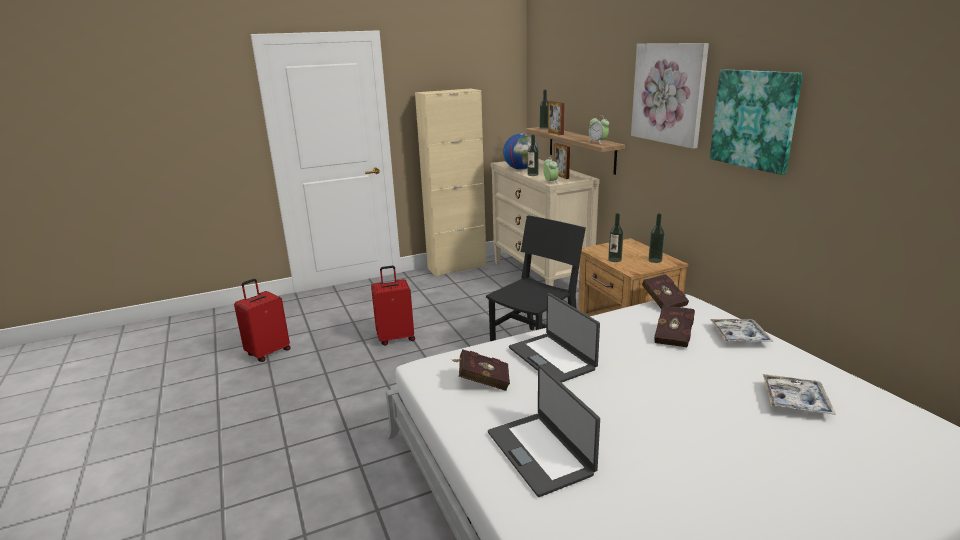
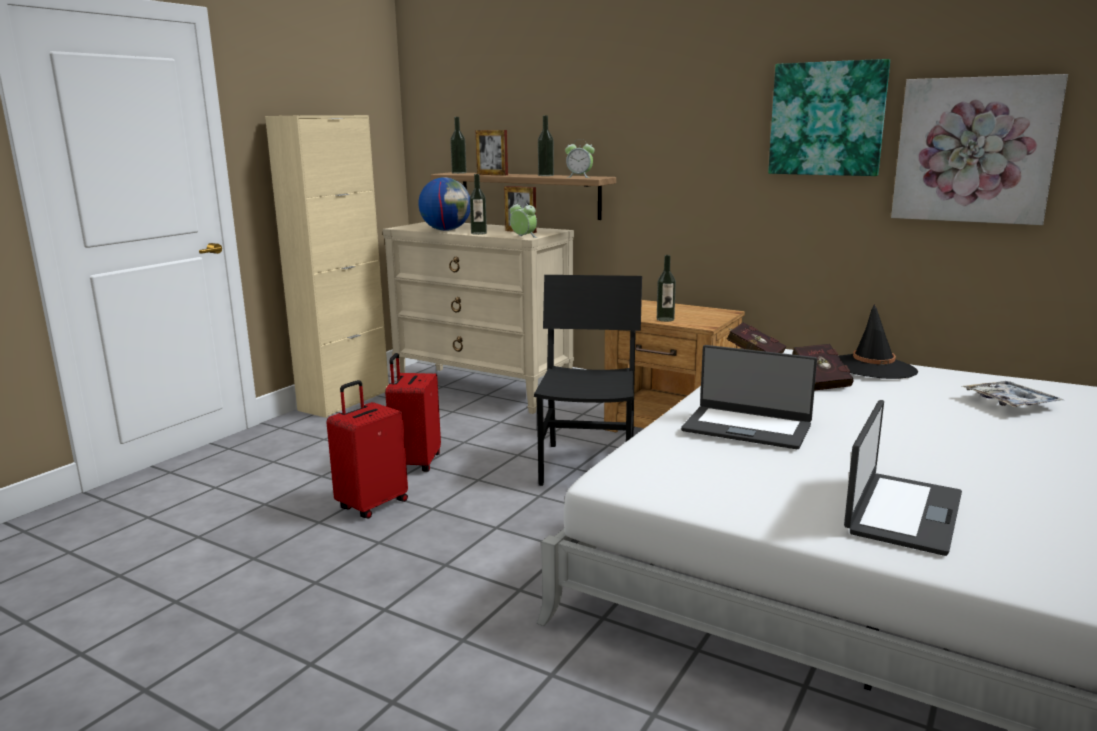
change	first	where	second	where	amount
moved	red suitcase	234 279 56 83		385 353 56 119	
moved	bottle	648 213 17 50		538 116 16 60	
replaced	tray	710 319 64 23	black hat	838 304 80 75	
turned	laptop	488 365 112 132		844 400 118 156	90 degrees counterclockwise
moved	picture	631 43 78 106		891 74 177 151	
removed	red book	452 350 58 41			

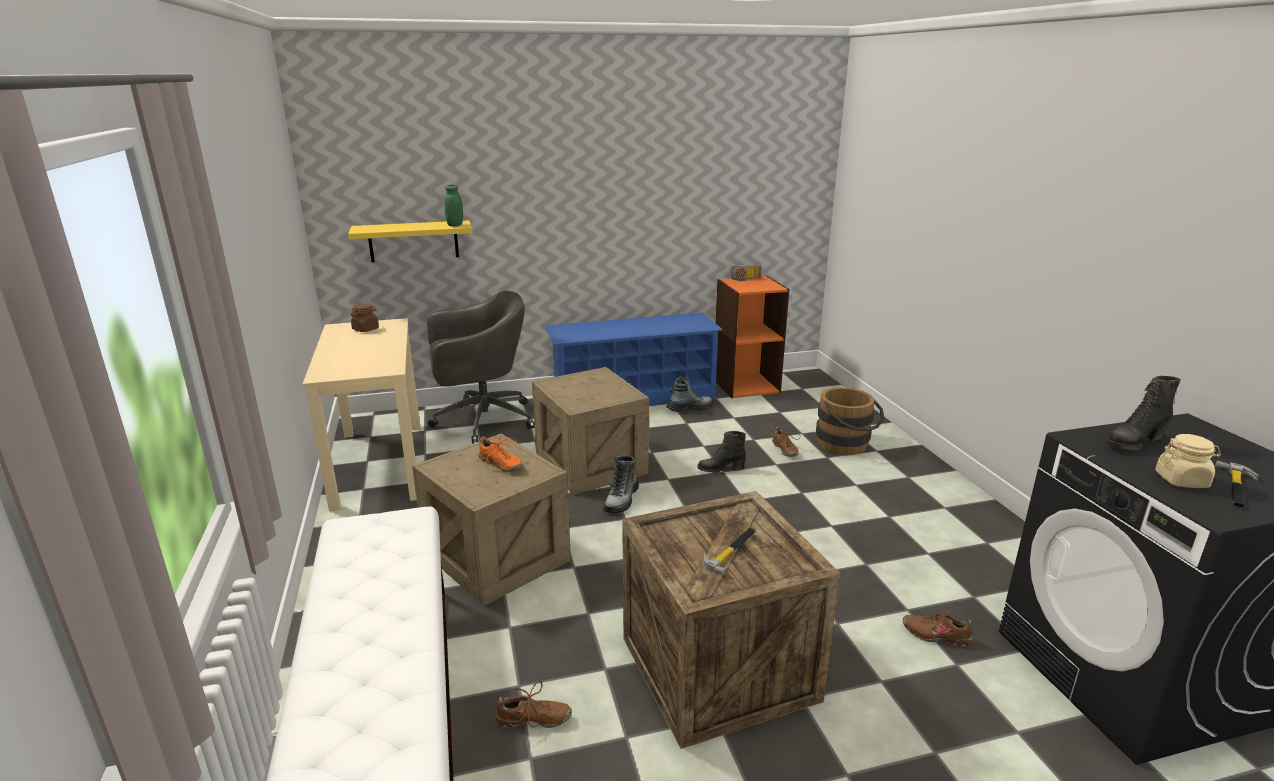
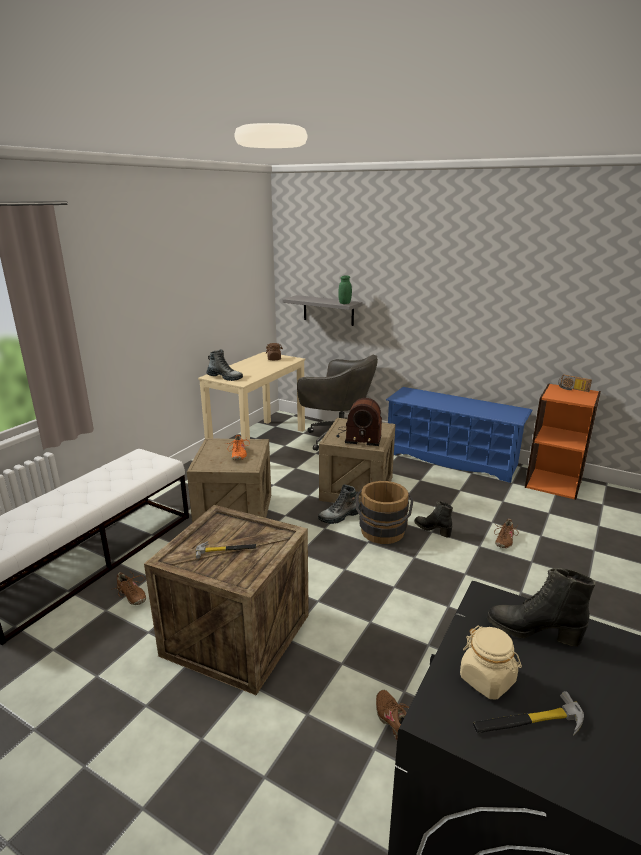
change	first	where	second	where	amount
moved	boot	666 376 47 36		206 349 37 32	
recoloured	yellow shelf	348 220 124 42	grey shelf	283 295 80 31	
added			radio	336 398 46 48	
moved	brown bucket	816 387 68 68		356 481 58 63	

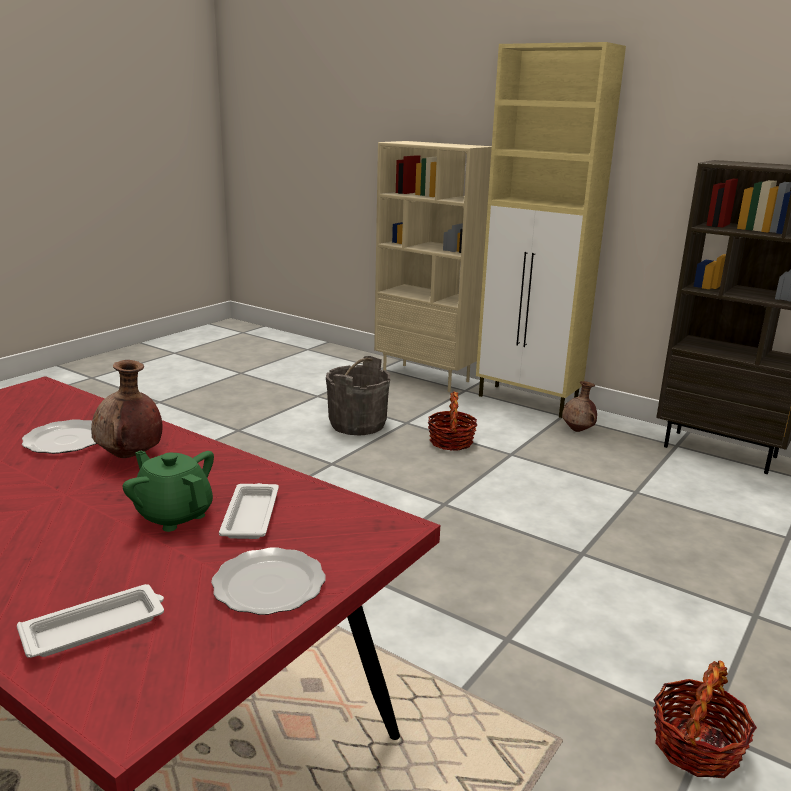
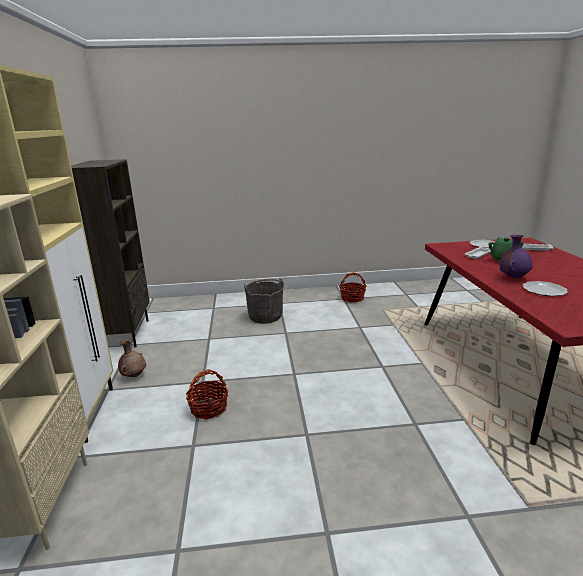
change	first	where	second	where	amount
moved	grey bucket	326 356 64 79		243 279 41 45	
recoloured	brown vase	91 360 71 98	purple vase	499 235 34 44	

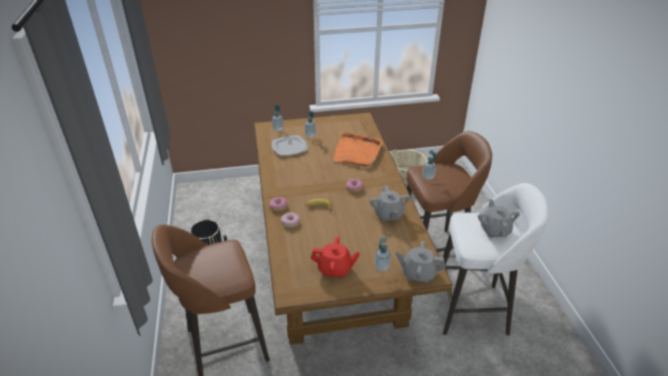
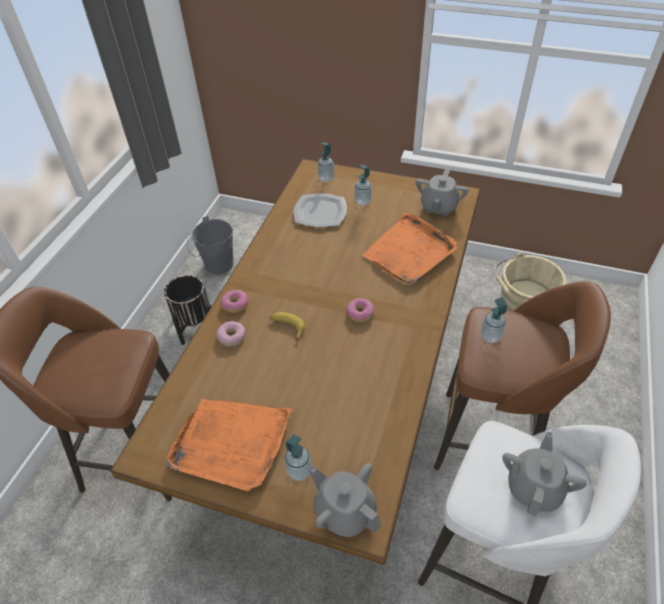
change	first	where	second	where	amount
replaced	red teapot	311 236 49 42	orange tray	166 399 126 92	
added			grey bucket	187 216 47 58	
moved	grey teapot	370 186 40 36		416 169 53 47	

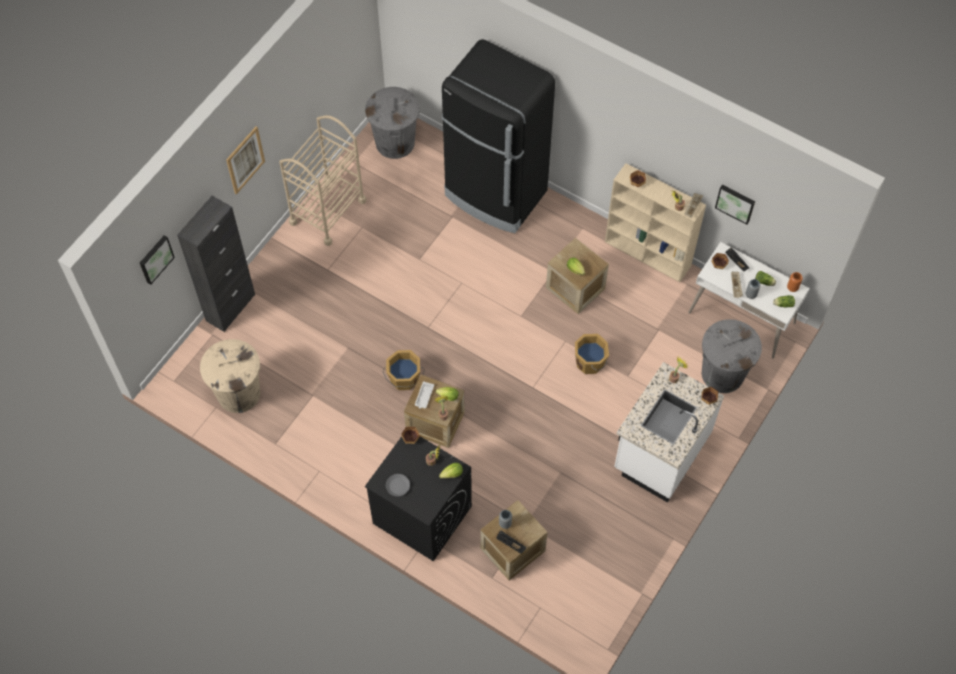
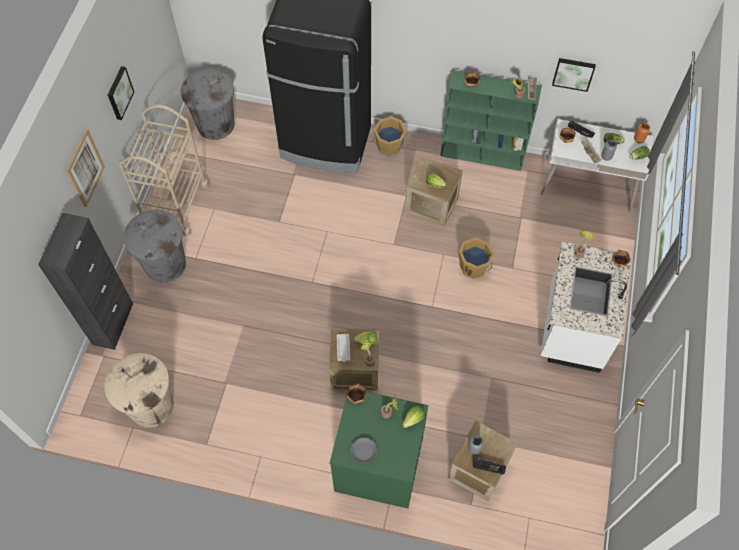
change	first	where	second	where	amount
moved	picture	140 236 35 49		108 66 26 54	
moved	grey trash can	702 319 60 74		123 210 63 73	
recoloured	black washing machine	365 436 107 125	green washing machine	329 389 99 120	
moved	orange bucket	383 350 42 40		373 116 35 40	
recoloured	beige bookcase	605 163 101 119	green bookcase	440 70 102 101	

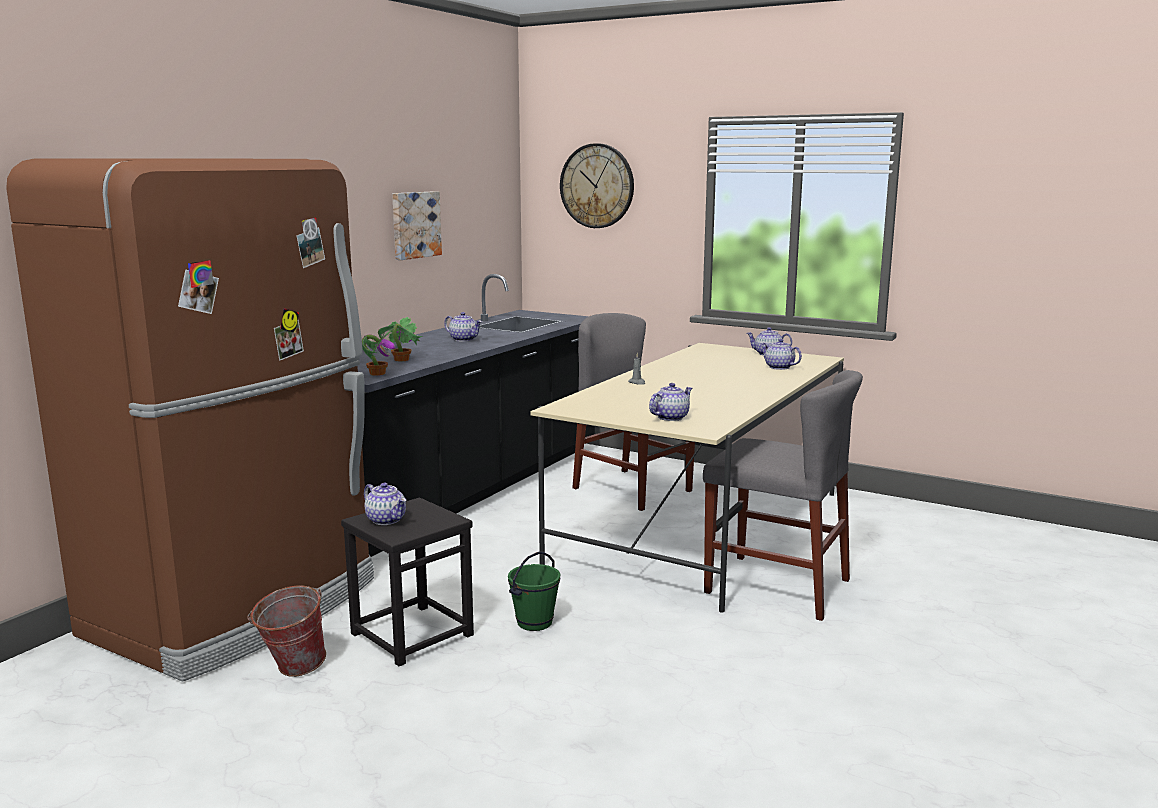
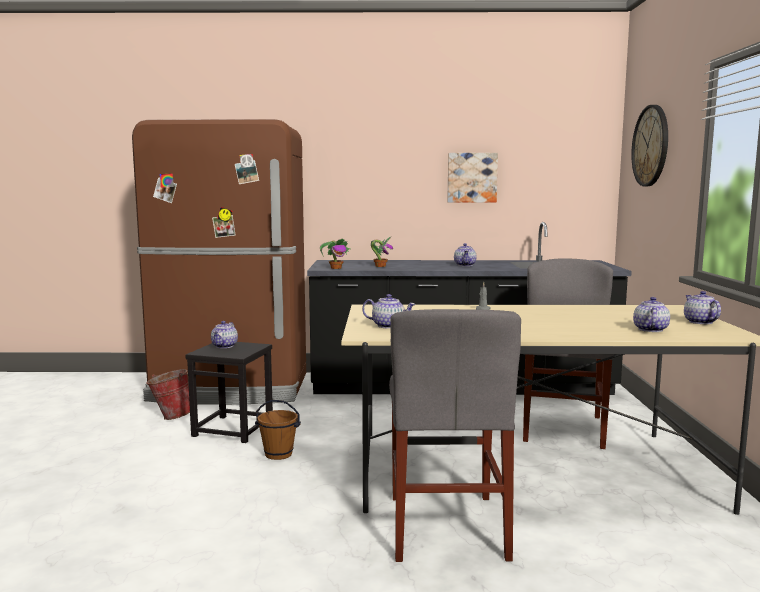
change	first	where	second	where	amount
recoloured	green bucket	508 552 52 79	brown bucket	255 400 46 60	

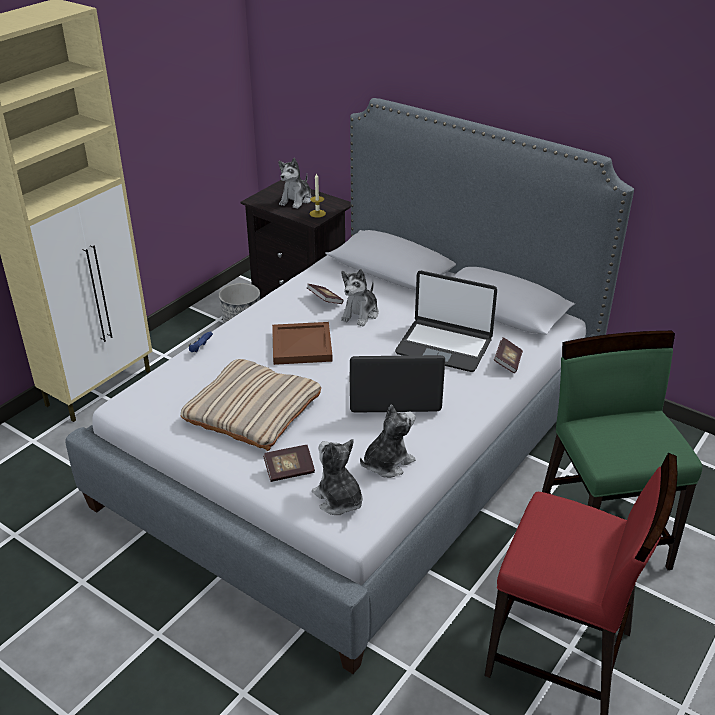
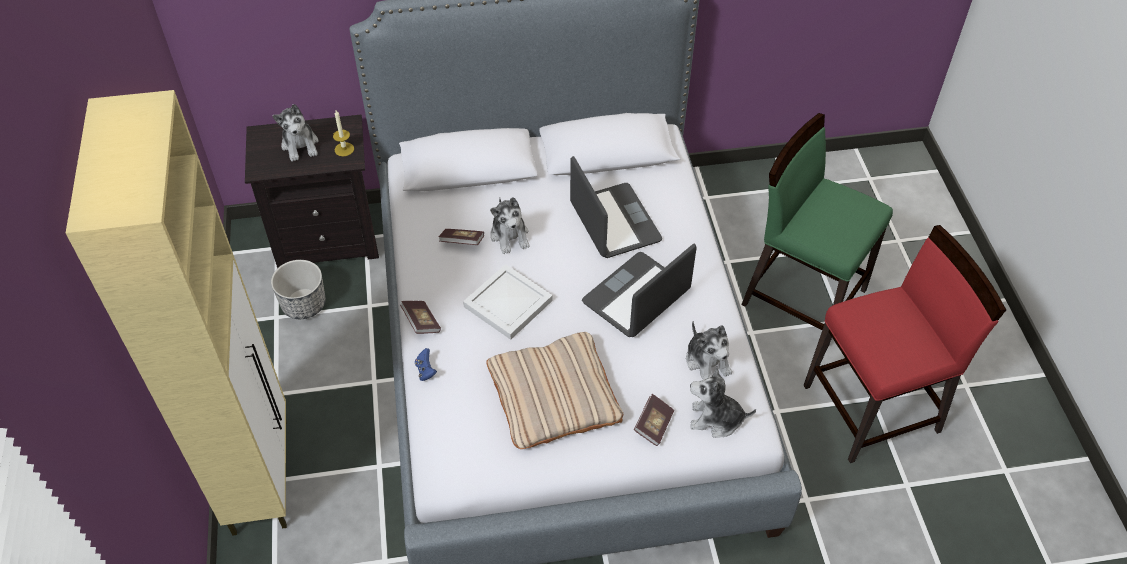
change	first	where	second	where	amount
moved	book	494 337 29 36		400 301 41 33	
recoloured	brown tray	272 322 61 43	white tray	463 264 90 76	
turned	laptop	395 271 102 101		570 156 92 102	90 degrees counterclockwise
turned	plush toy	360 404 56 74		686 321 46 59	150 degrees clockwise

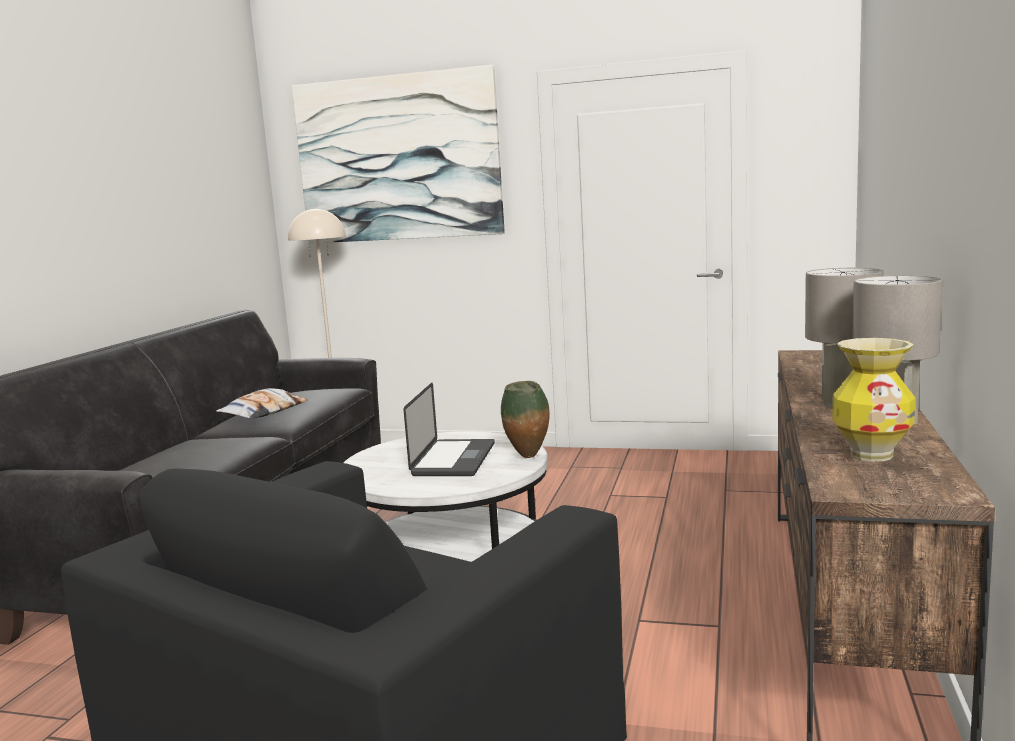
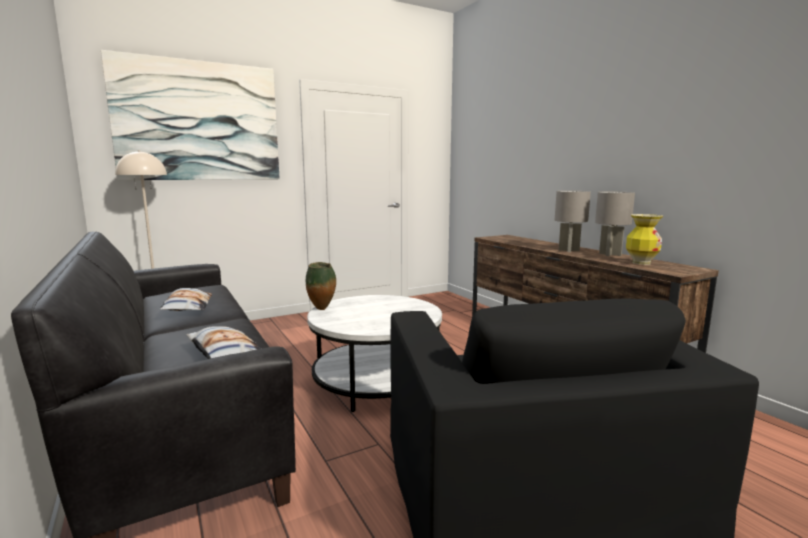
change	first	where	second	where	amount
added			pillow	187 326 74 33	
moved	vase	501 381 49 77		306 262 30 48	
removed	laptop	404 383 91 93			

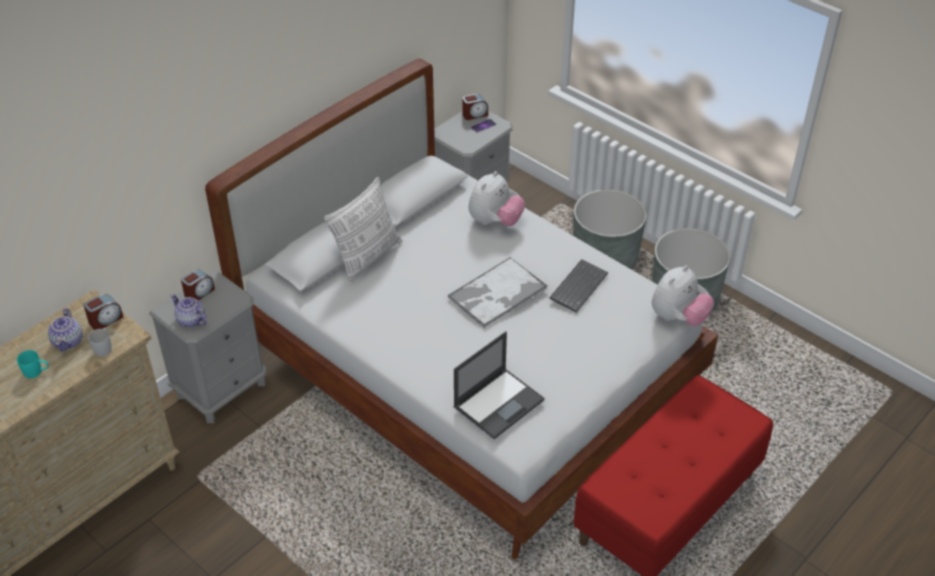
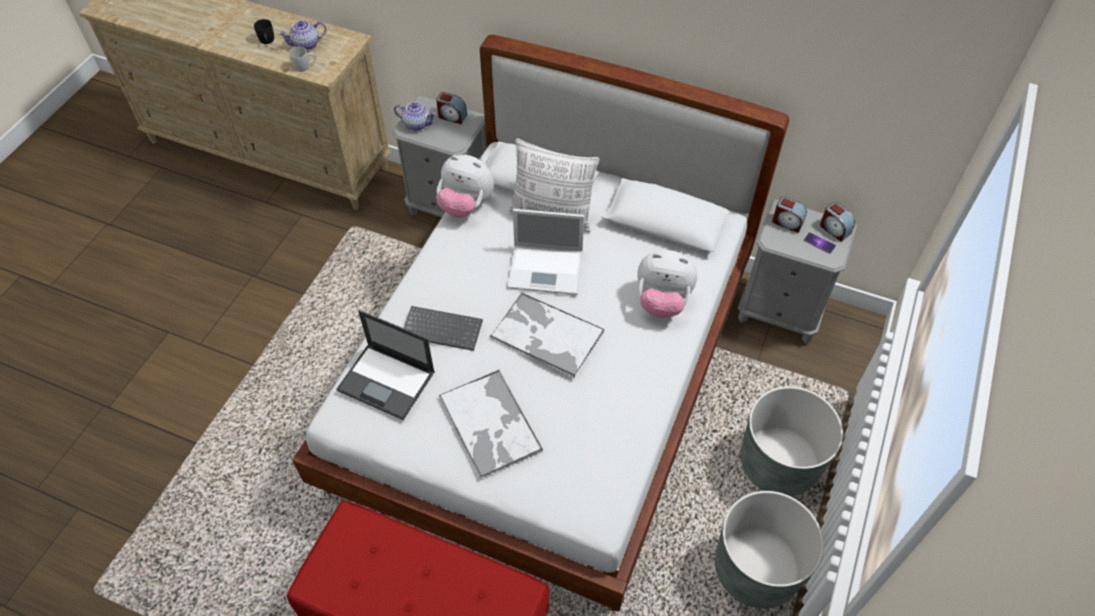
change	first	where	second	where	amount
recoloured	turquoise mug	17 350 32 28	black mug	254 19 20 25	
turned	teapot	170 294 38 33		394 102 43 29	90 degrees clockwise
moved	keyboard	549 259 59 54		404 306 79 45	
moved	plush toy	652 265 62 61		436 155 58 63	
added			tray	439 370 104 108	
added			laptop	507 209 77 86	
moved	alarm clock	83 294 40 36		772 196 35 37	

